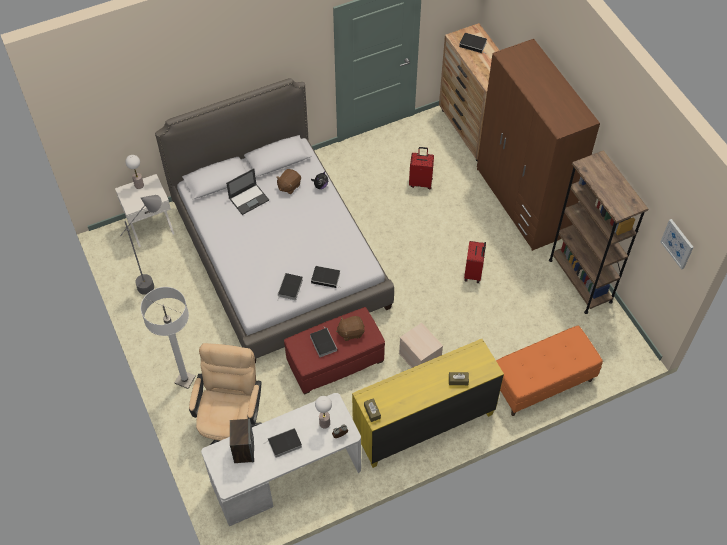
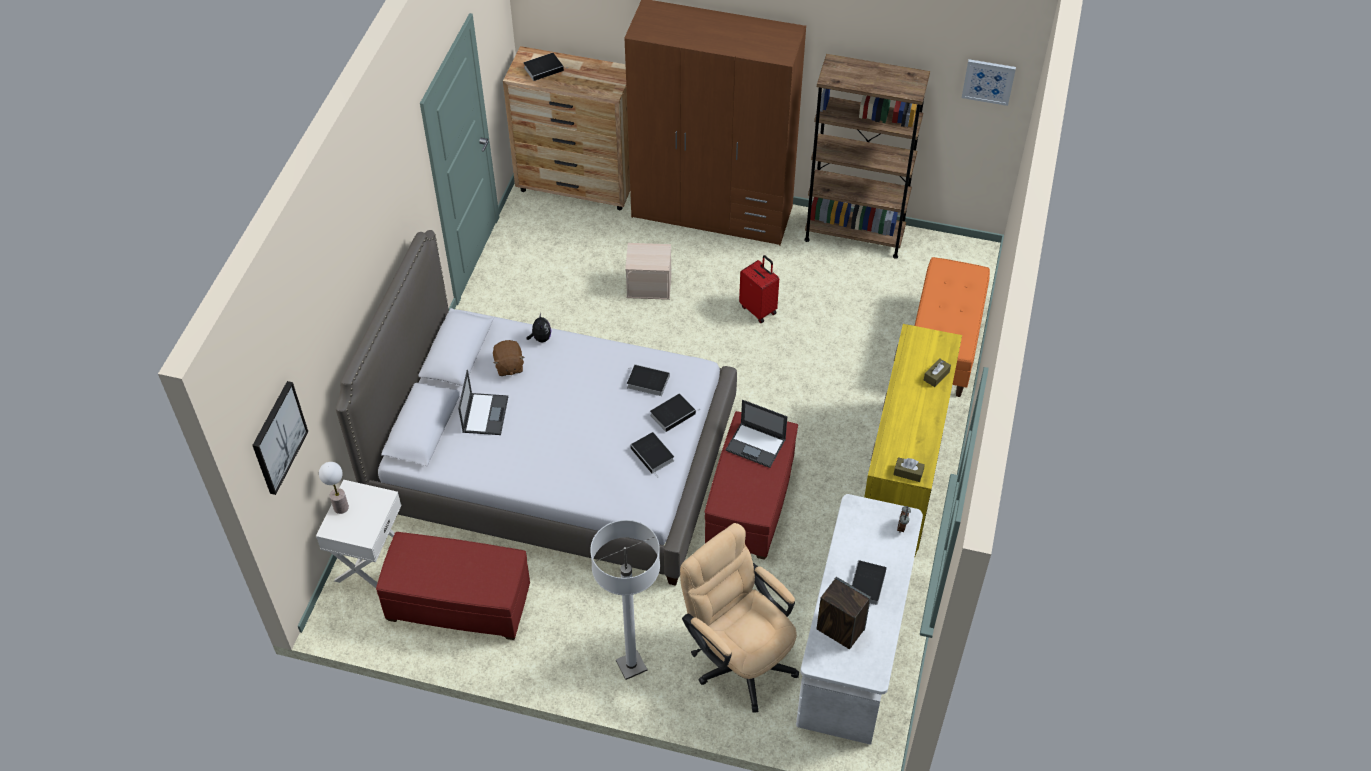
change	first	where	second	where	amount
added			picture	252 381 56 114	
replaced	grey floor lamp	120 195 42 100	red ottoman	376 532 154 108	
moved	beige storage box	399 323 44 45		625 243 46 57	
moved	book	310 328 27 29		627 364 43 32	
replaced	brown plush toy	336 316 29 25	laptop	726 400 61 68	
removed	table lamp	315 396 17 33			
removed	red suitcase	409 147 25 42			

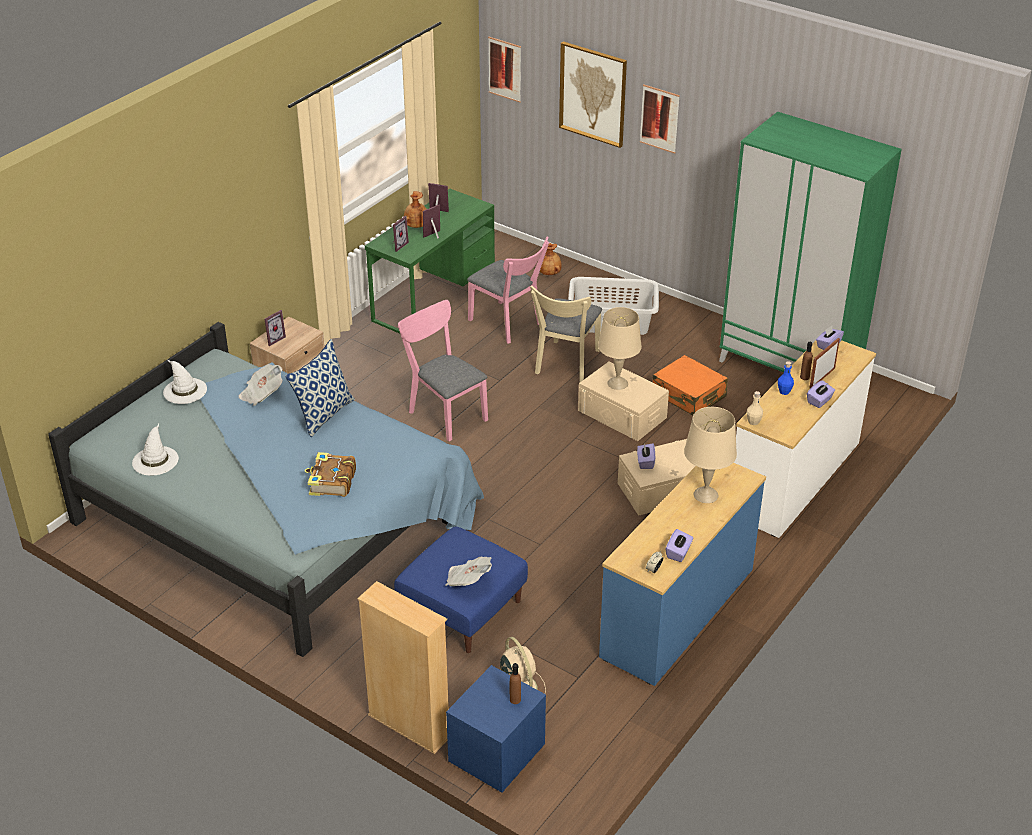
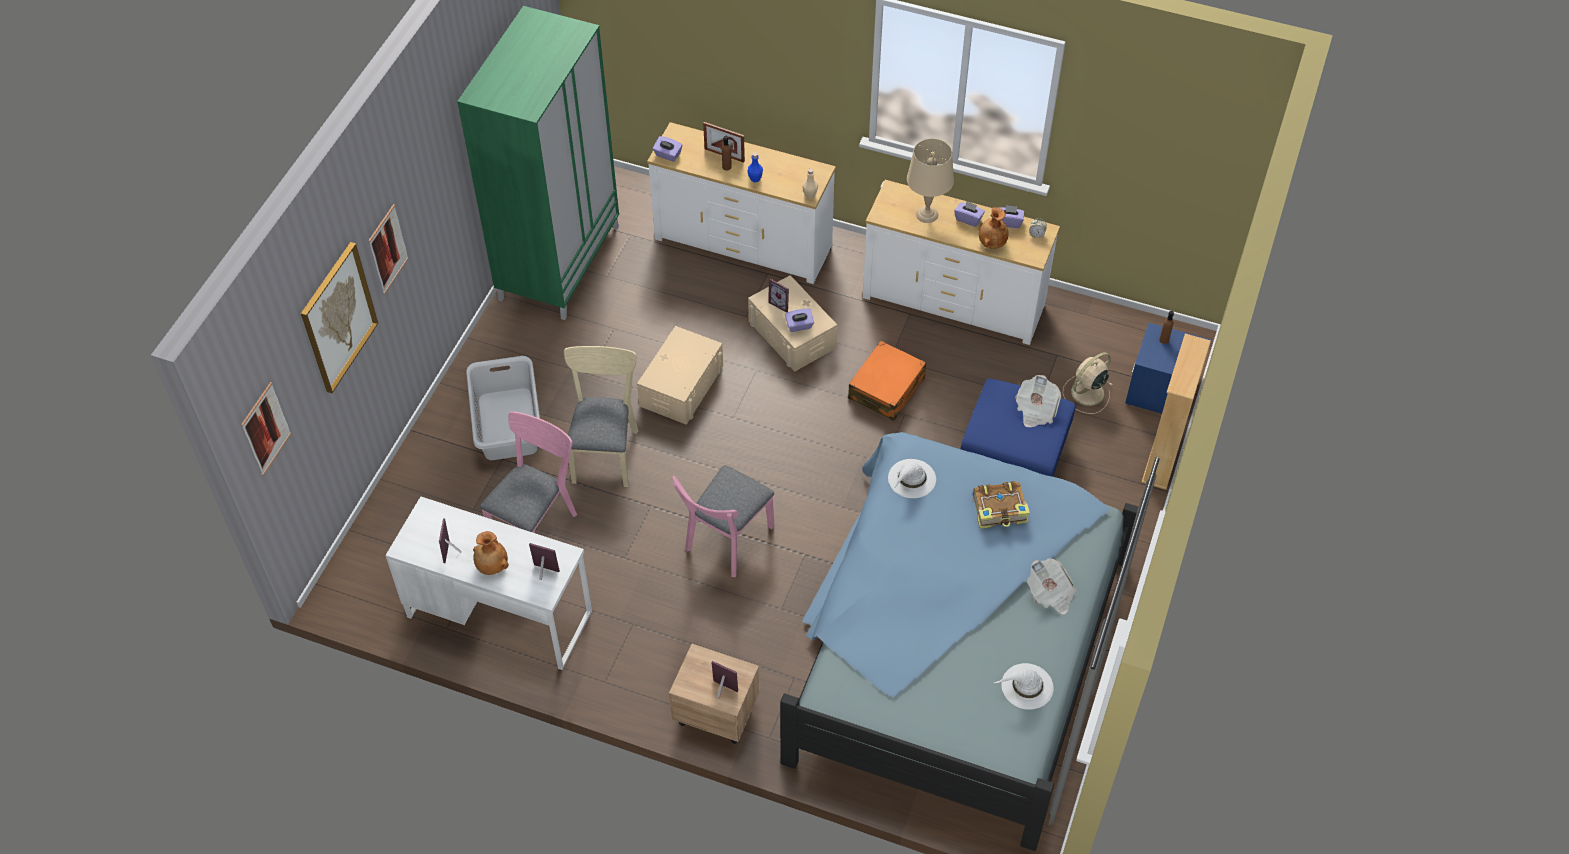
change	first	where	second	where	amount
recoloured	green desk	365 189 130 145	white desk	385 497 207 173	
turned	beige chair	530 285 72 97		564 346 74 141	90 degrees counterclockwise
moved	picture frame	423 205 17 34		768 279 21 34	
moved	orange suitcase	653 355 75 61		848 341 78 80	
recoloured	blue dresser	599 463 167 223	white dresser	863 180 197 165	
moved	white hat	163 360 44 44		888 459 48 39	
moved	purple tissue box	807 380 28 28		954 201 31 26	
moved	brown vase	540 243 22 32		979 207 30 42	
moved	newspaper	239 364 44 42		1027 558 49 57	
removed	pillow	285 339 70 98			
removed	beige table lamp	598 307 44 83			

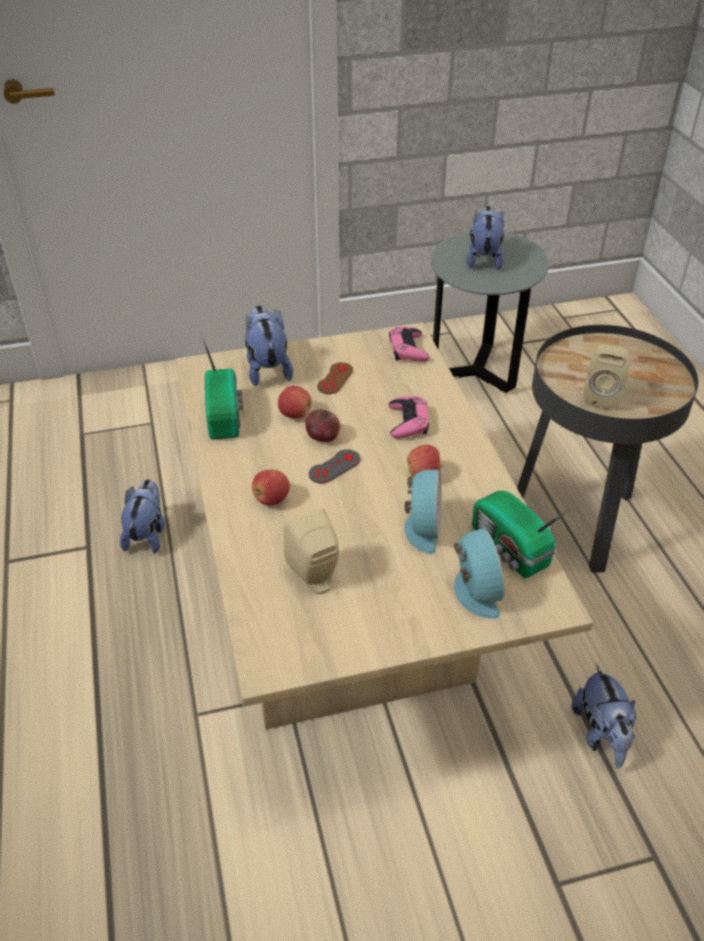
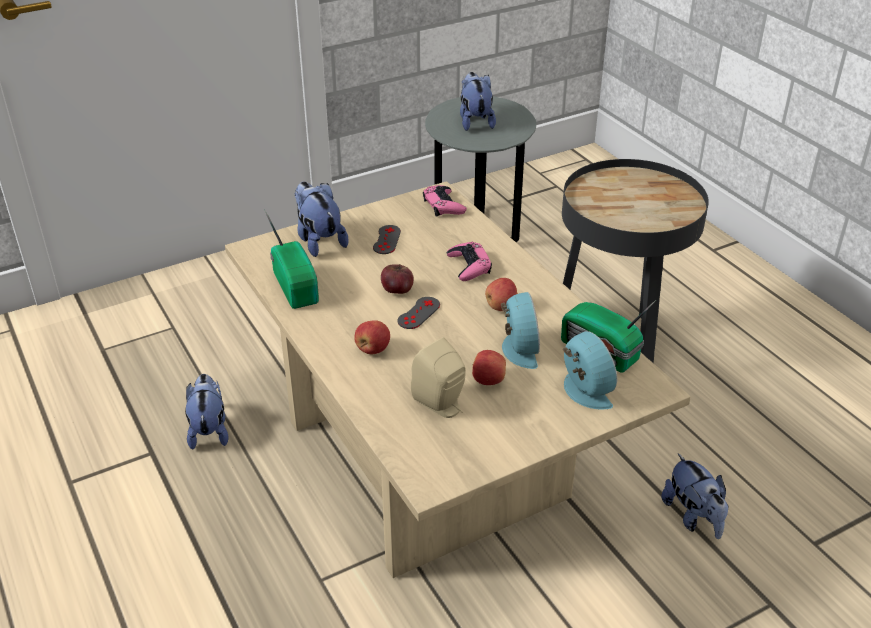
change	first	where	second	where	amount
recoloured	brown game controller	317 362 36 32	grey game controller	373 225 28 29	
moved	apple	278 386 34 32		472 350 34 35	
removed	beige speaker	584 344 46 66			

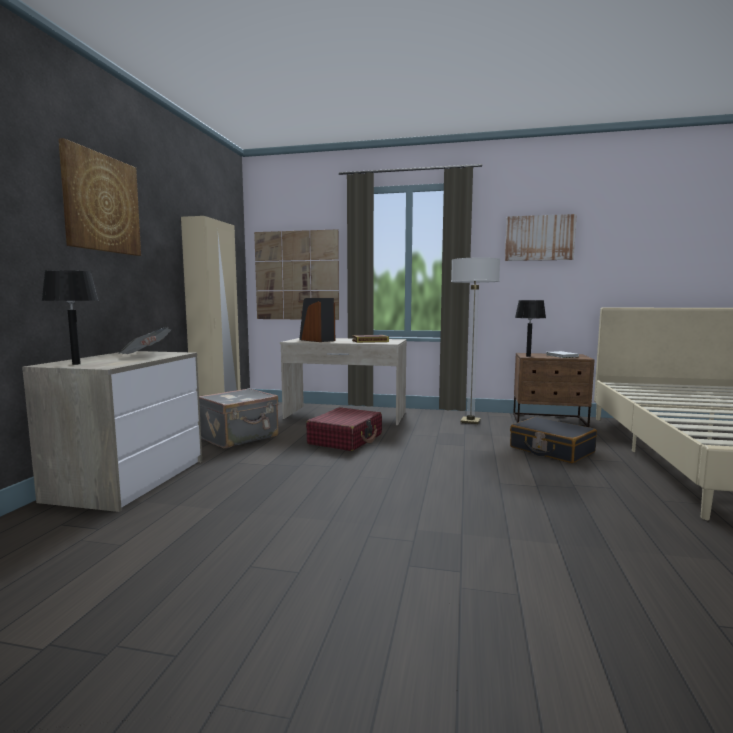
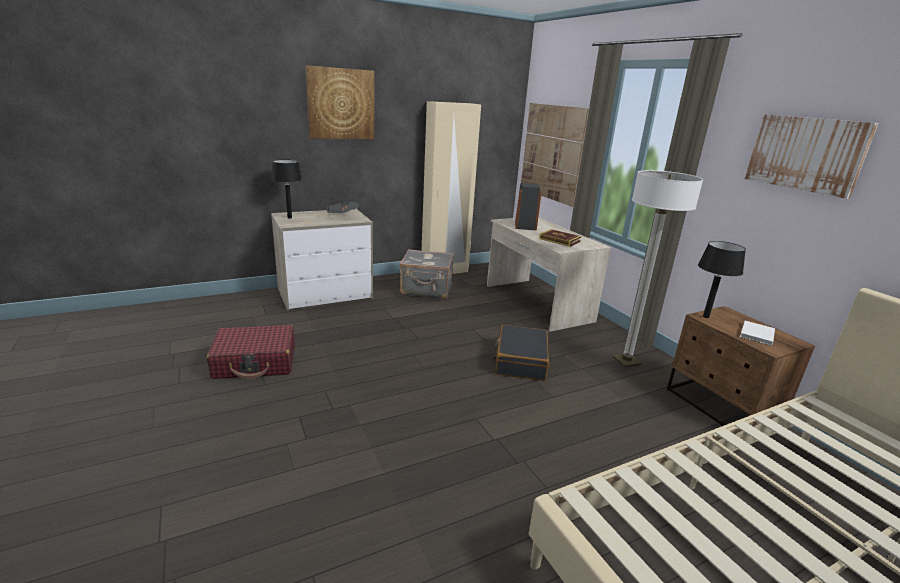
change	first	where	second	where	amount
moved	red suitcase	306 407 76 44		207 325 88 54	
moved	black suitcase	510 417 87 46		494 325 55 56	

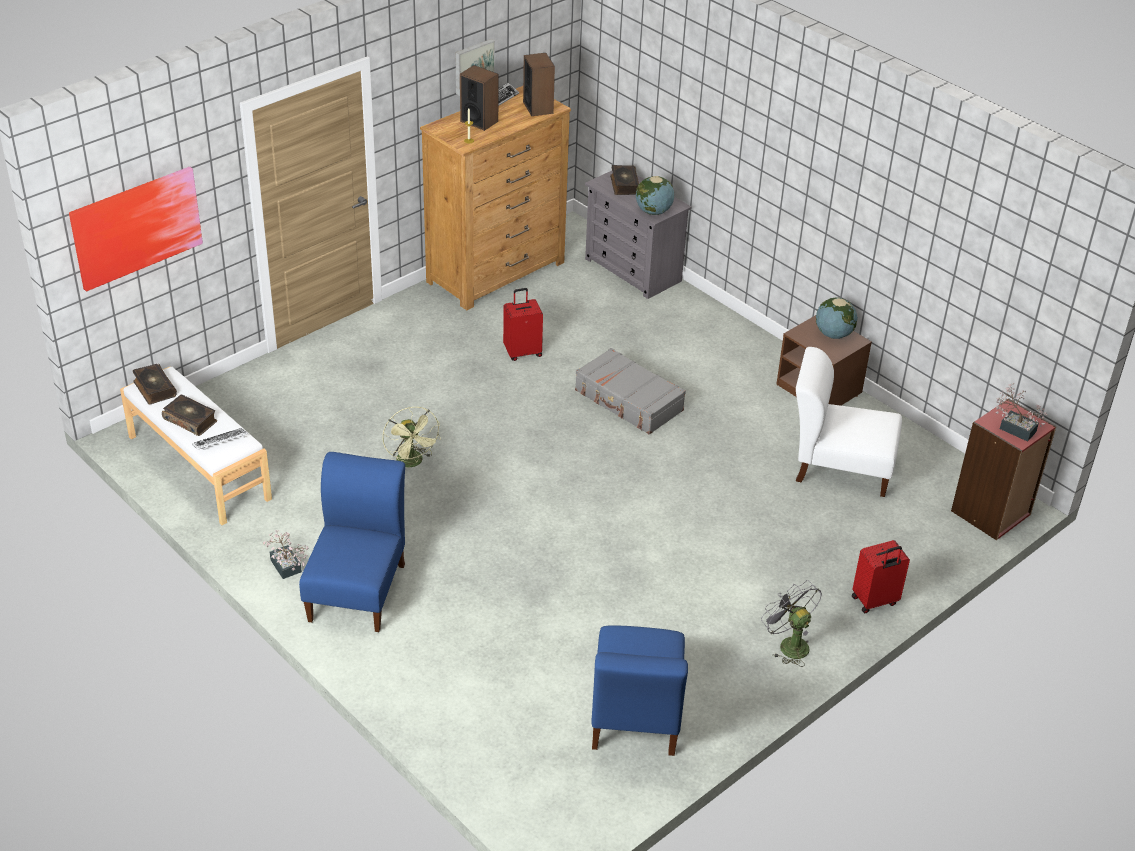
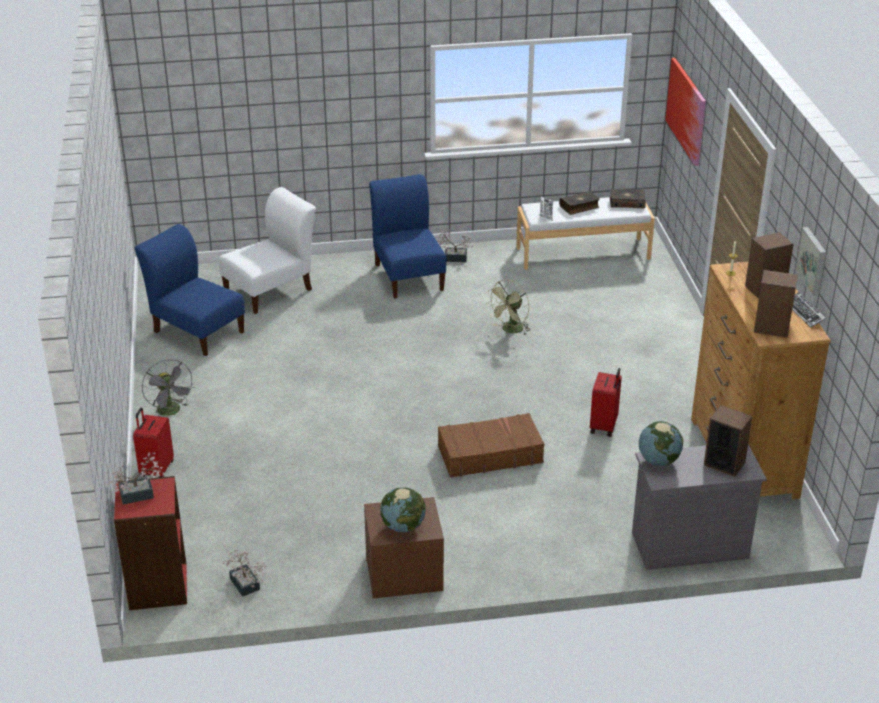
change	first	where	second	where	amount
turned	grey fan	761 580 61 87		142 359 53 57	60 degrees clockwise
moved	white chair	796 347 106 150		219 187 97 127	
added			potted plant	223 549 44 48	
turned	blue chair	299 452 106 180		369 174 77 125	150 degrees counterclockwise
recoloured	grey suitcase	575 348 111 87	brown suitcase	438 413 106 65	
turned	green fan	383 407 58 60		488 279 42 56	60 degrees counterclockwise
replaced	book	610 165 29 30	speaker	704 405 48 72	

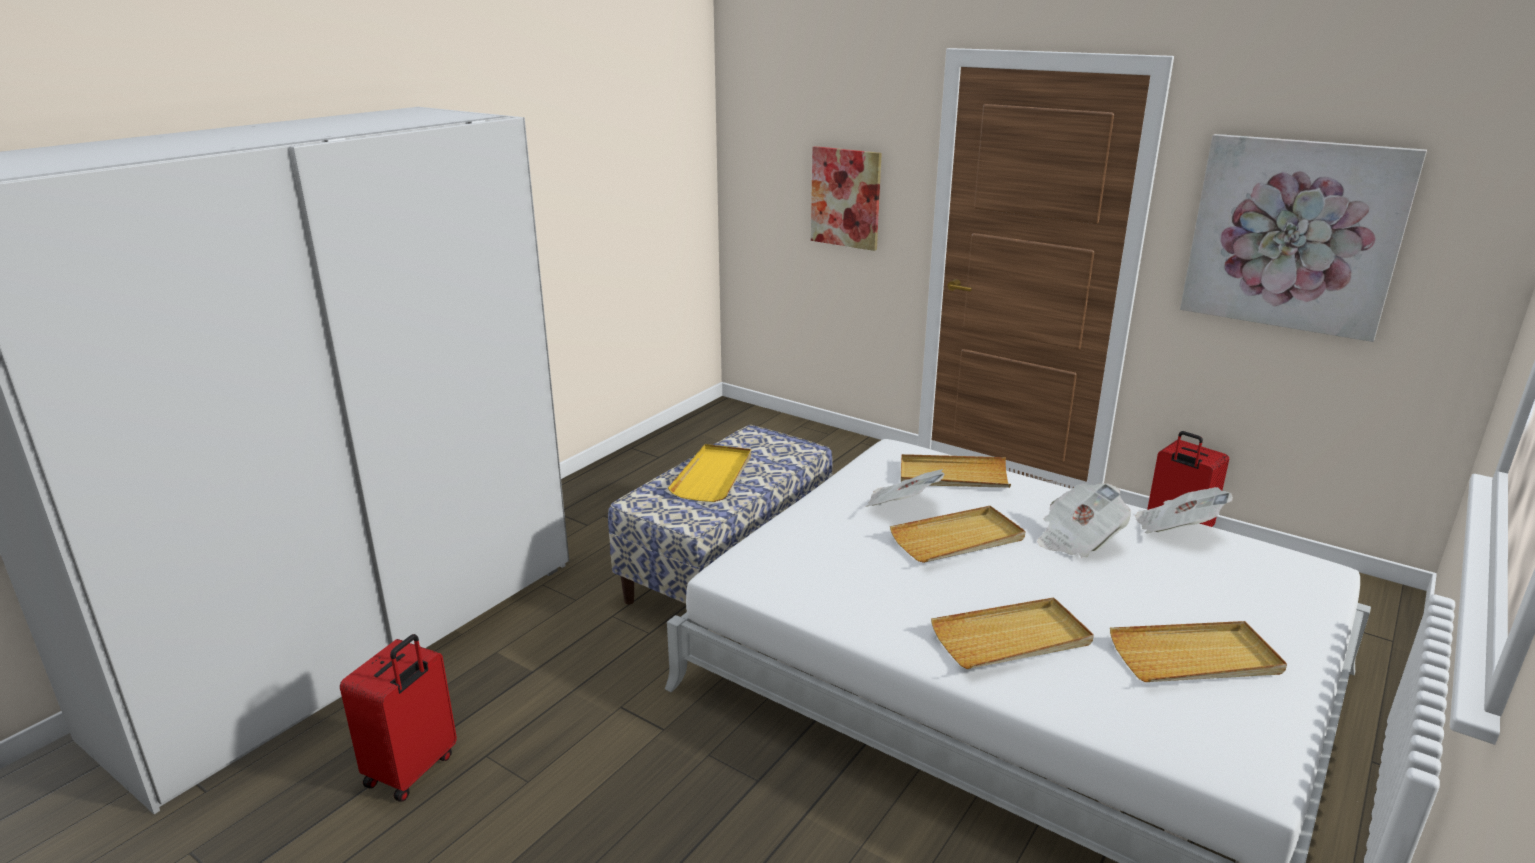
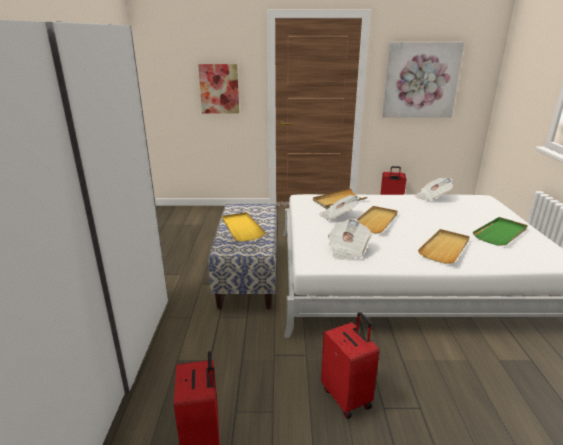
change	first	where	second	where	amount
added			red suitcase	321 312 58 107	
moved	newspaper	1038 483 93 74		328 219 44 41	
recoloured	beige tray	1110 621 177 61	green tray	473 217 55 29	

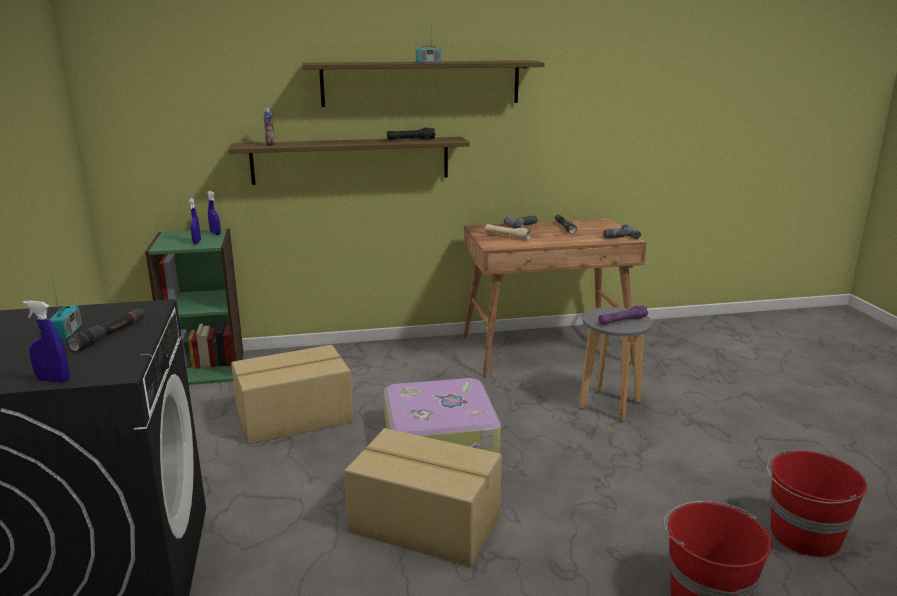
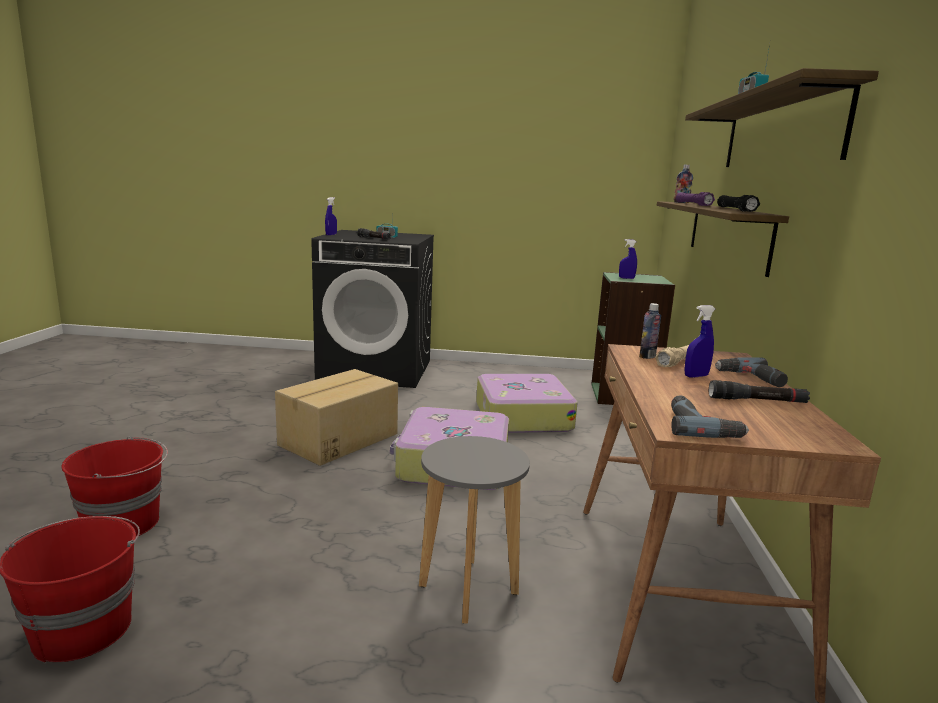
change	first	where	second	where	amount
replaced	cardboard box	231 345 122 99	suitcase	476 374 102 59	
added			bottle	639 303 22 56	
moved	purple flashlight	598 305 50 20		676 192 39 14	
moved	blue spray bottle	207 191 14 44		684 305 31 72	

